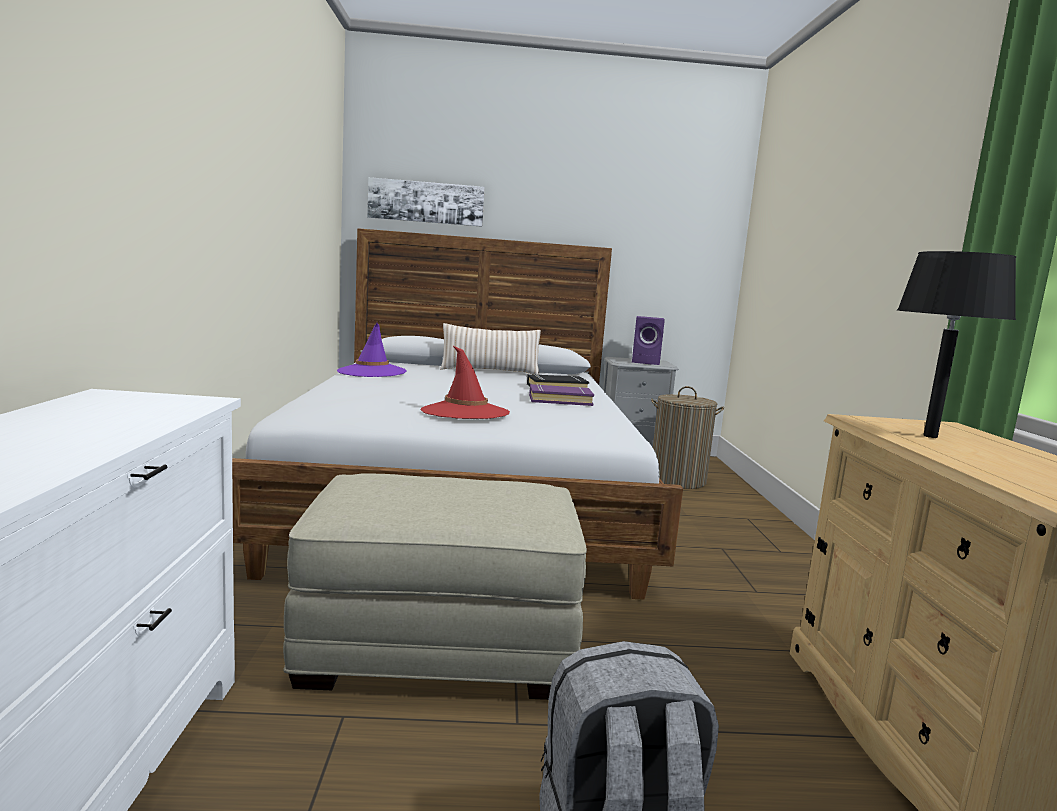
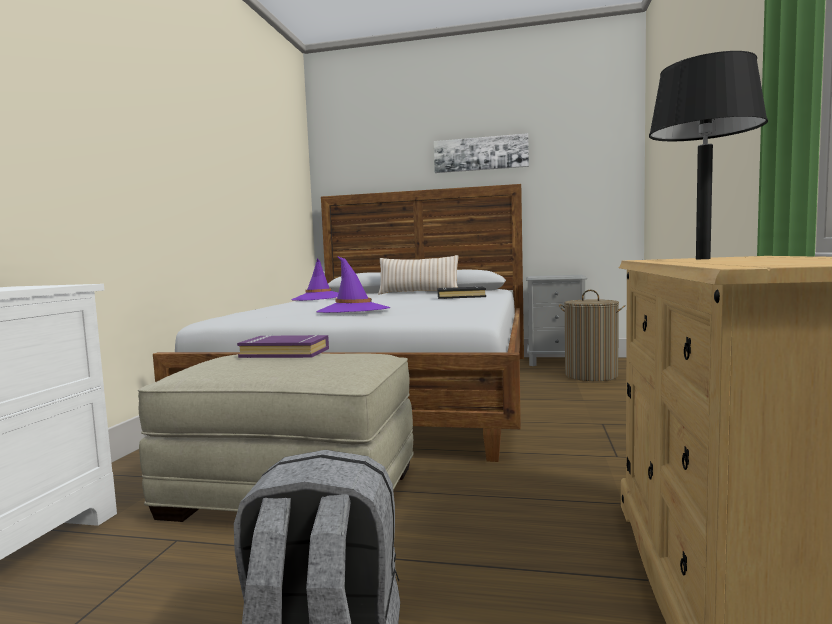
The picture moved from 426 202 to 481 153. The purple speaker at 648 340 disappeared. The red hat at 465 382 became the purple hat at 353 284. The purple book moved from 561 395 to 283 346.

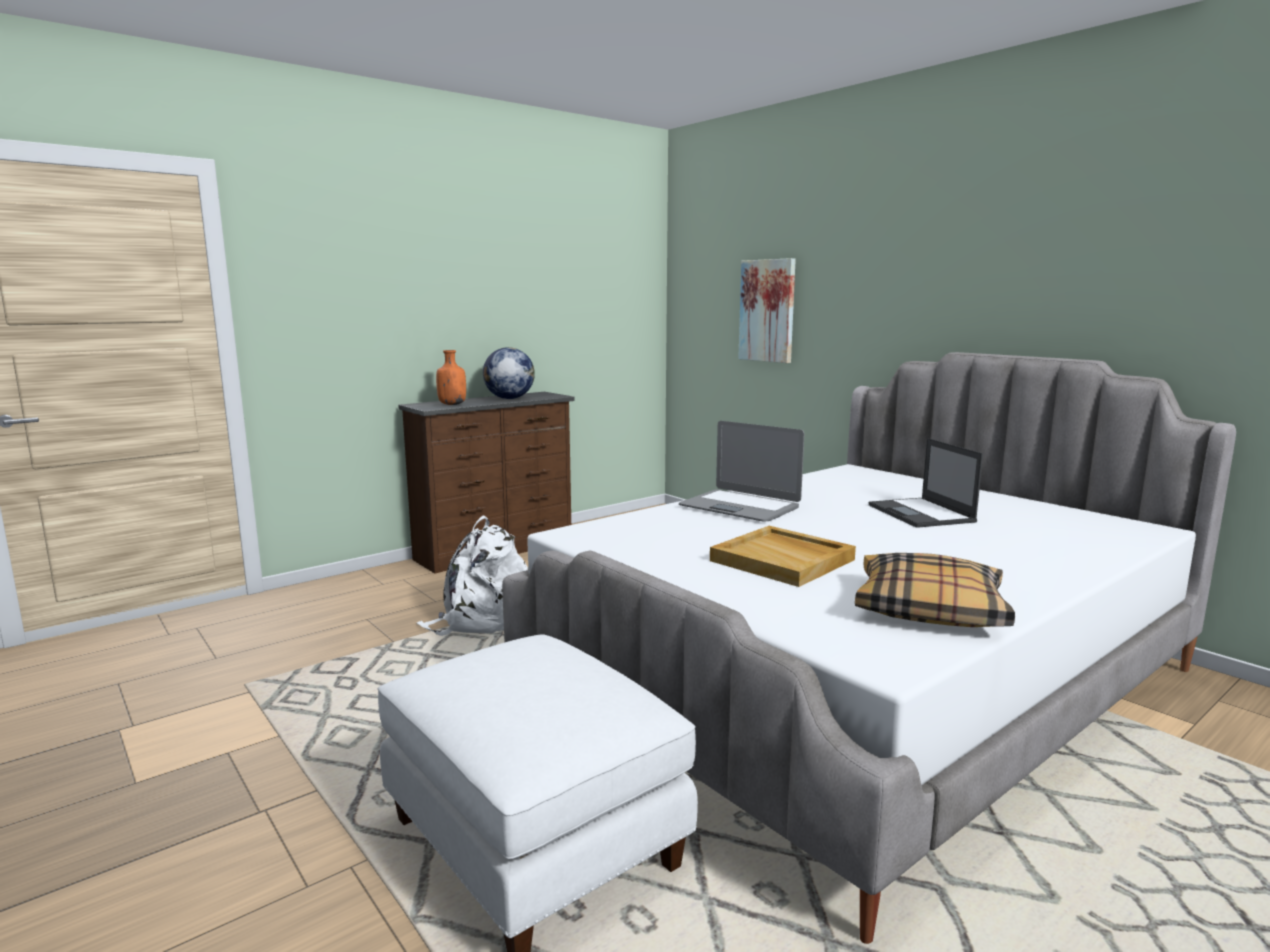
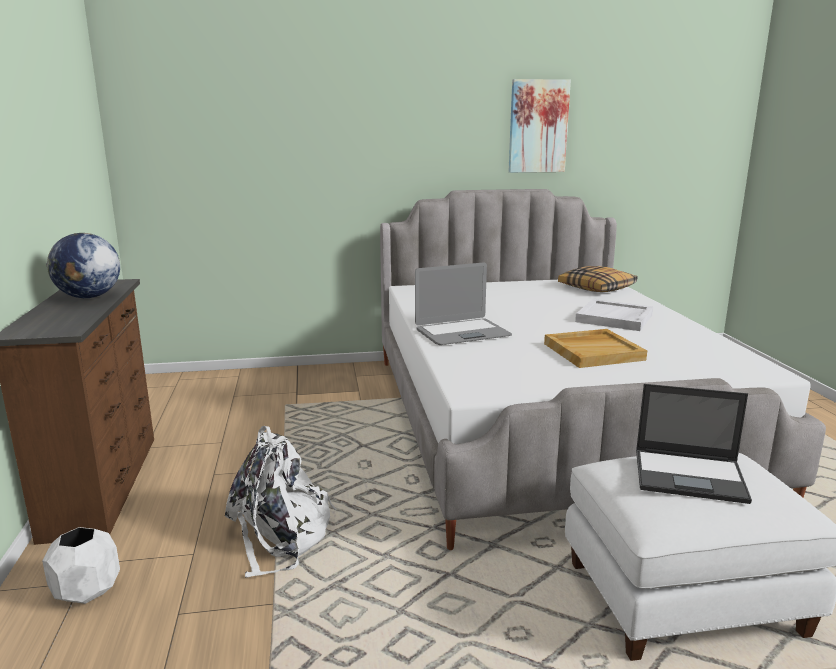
The picture moved from 767 310 to 539 126. The orange bottle at 451 377 disappeared. The laptop moved from 926 483 to 694 444. The pillow moved from 935 590 to 597 279. The white tray at 614 315 appeared. The white planter at 81 565 appeared.

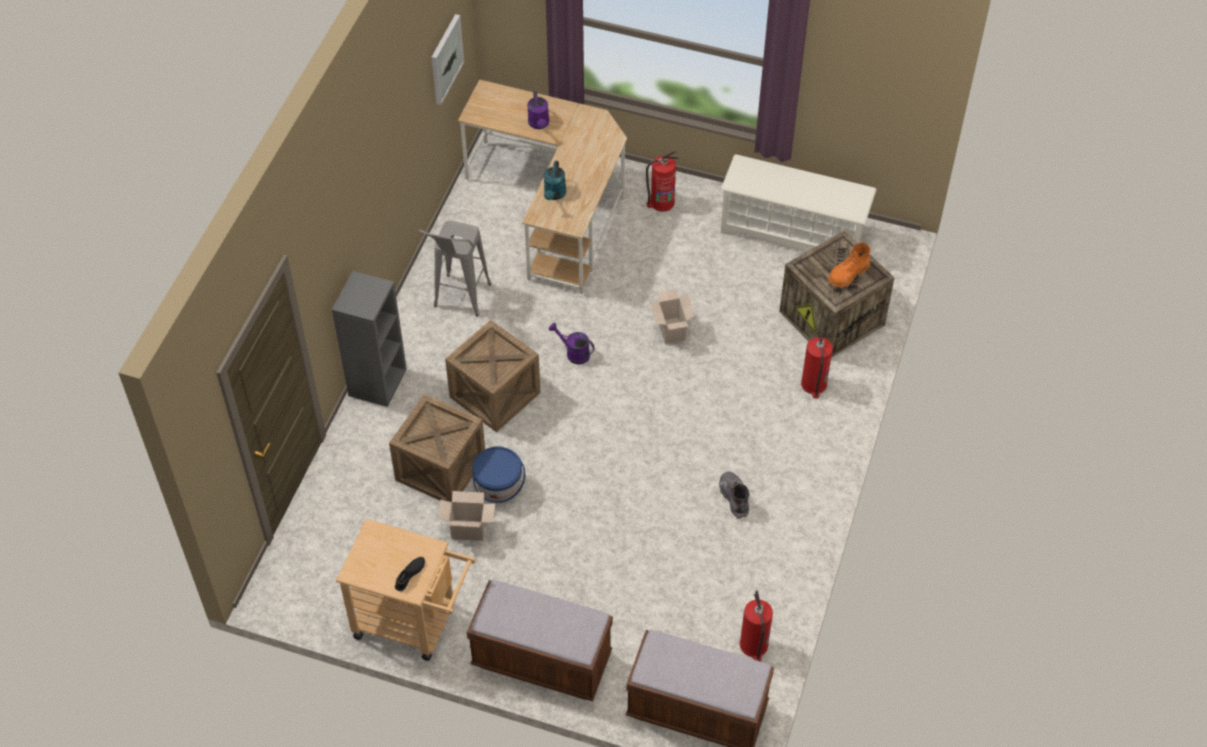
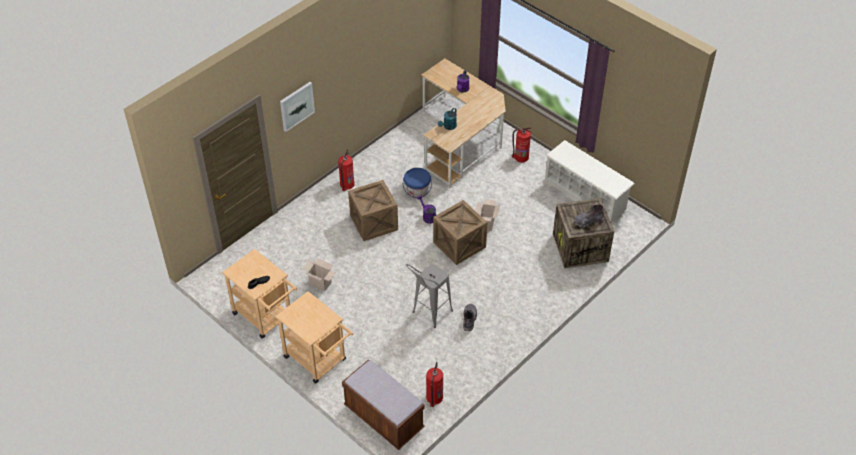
The picture moved from 448 59 to 297 107. The grey stool moved from 455 268 to 429 296. The orange boot at 849 266 became the grey boot at 589 215. The grey bookcase at 369 339 disappeared. The fire extinguisher moved from 817 362 to 346 170. The crate moved from 437 448 to 460 232. The blue bucket moved from 498 475 to 417 183. The brown bench at 540 640 was replaced by the beige cart at 314 337.

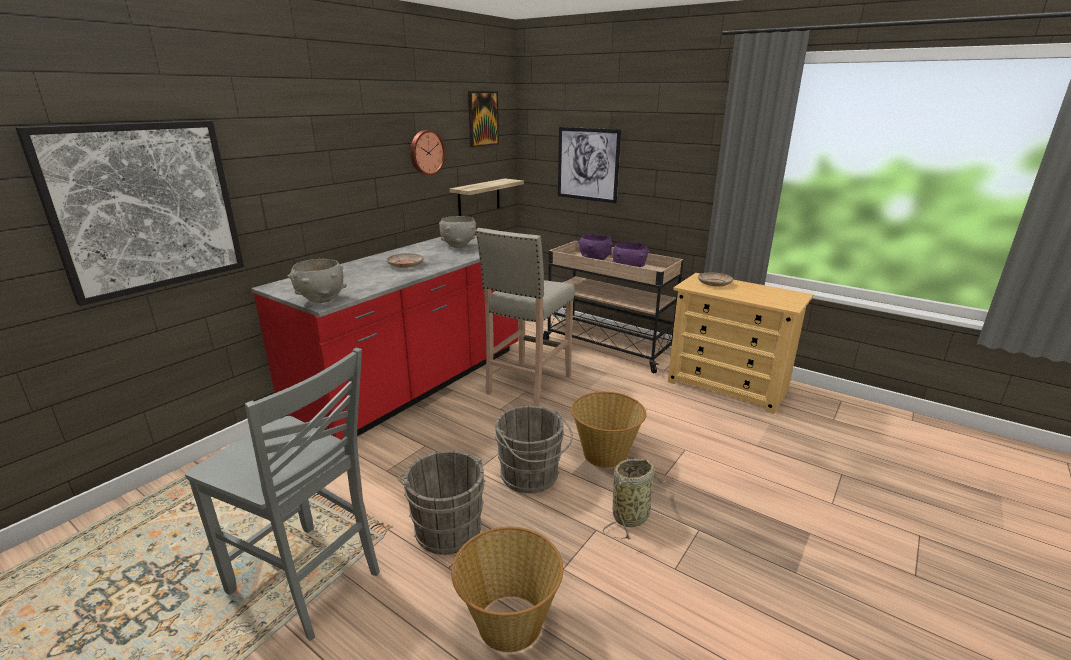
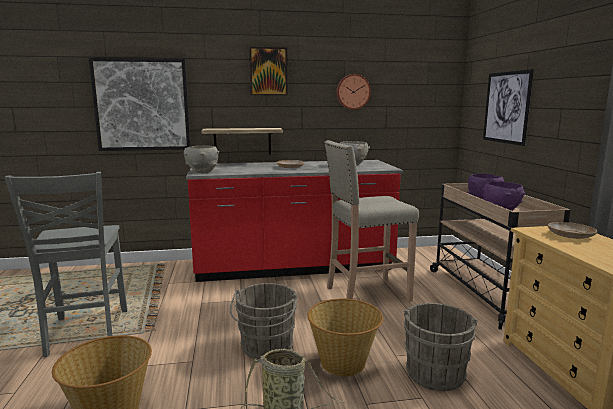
The picture moved from 483 119 to 268 71. The shelf moved from 487 197 to 242 141. The grey bucket moved from 441 503 to 441 347.

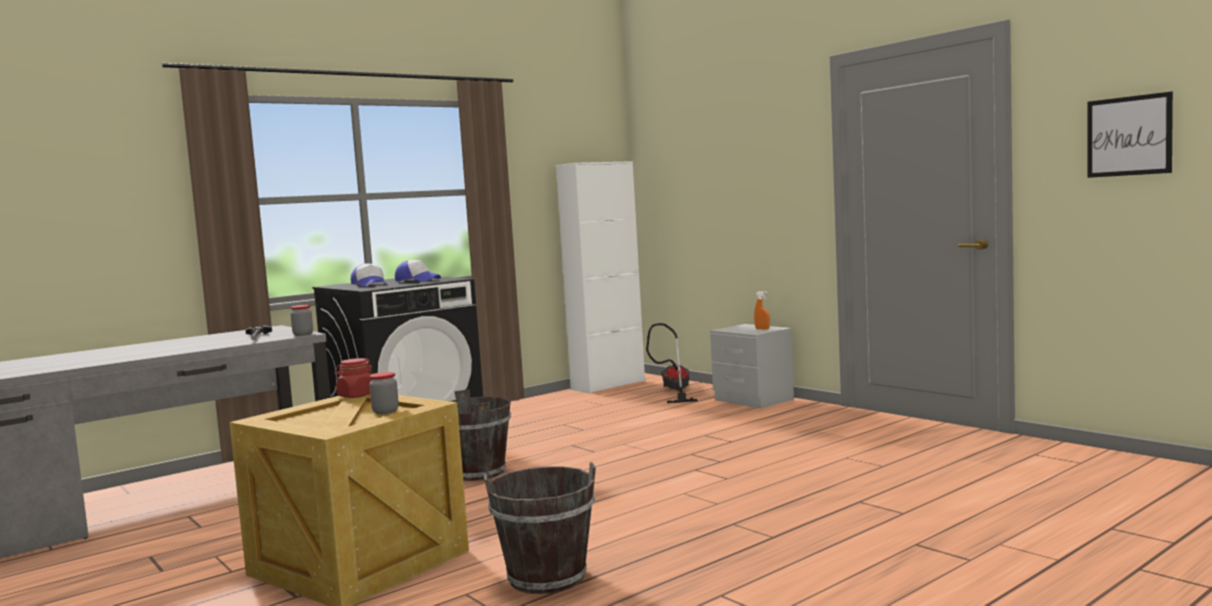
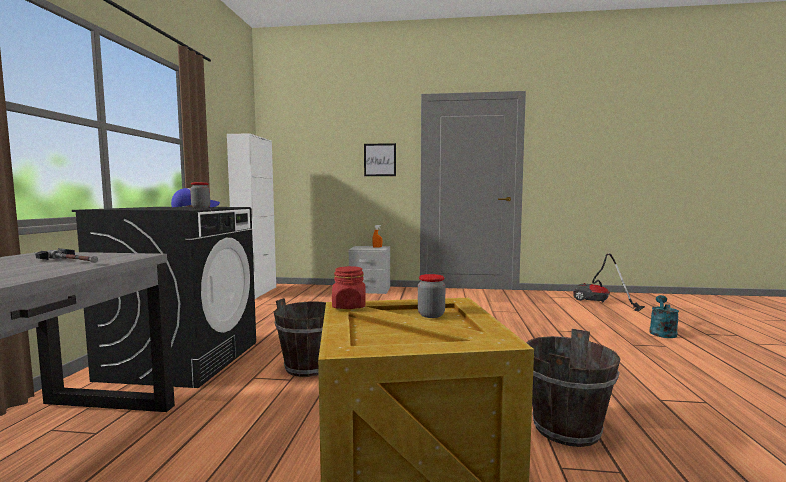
The picture moved from 1130 135 to 380 159. The cap at 368 274 disappeared. The jar moved from 301 320 to 200 195. The vacuum cleaner moved from 672 363 to 609 282. The turquoise watering can at 664 316 appeared.

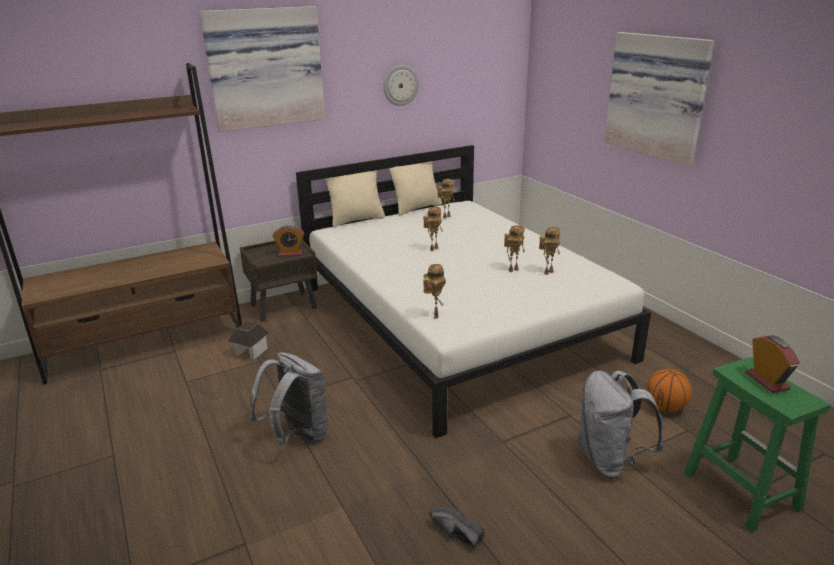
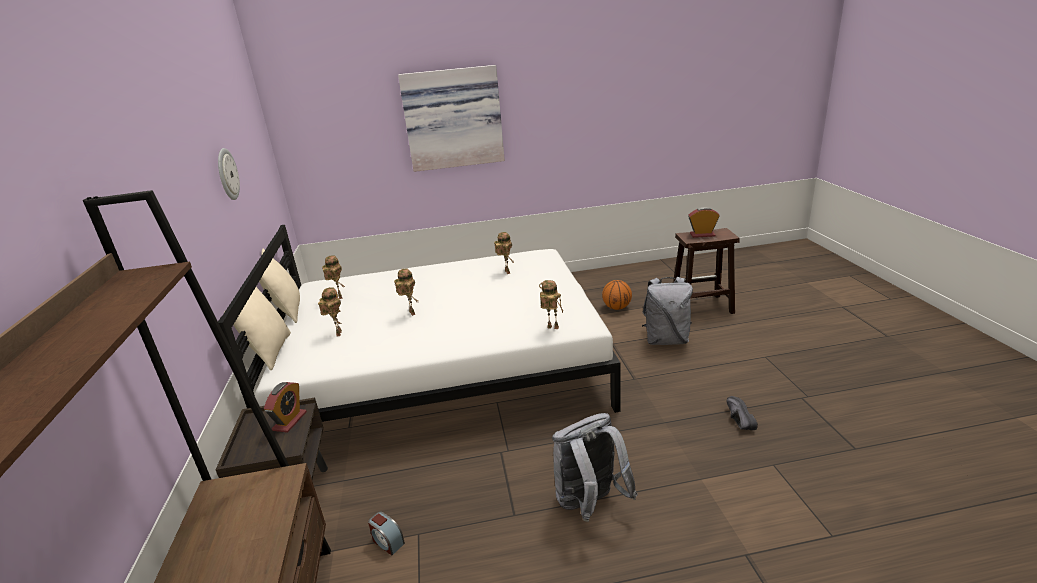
The picture at 262 69 disappeared. The toy robot moved from 514 248 to 330 312. The toy house at 248 340 was replaced by the alarm clock at 386 533. The green stool at 757 444 became the brown stool at 706 271. The black shoe at 457 527 turned 120 degrees clockwise.

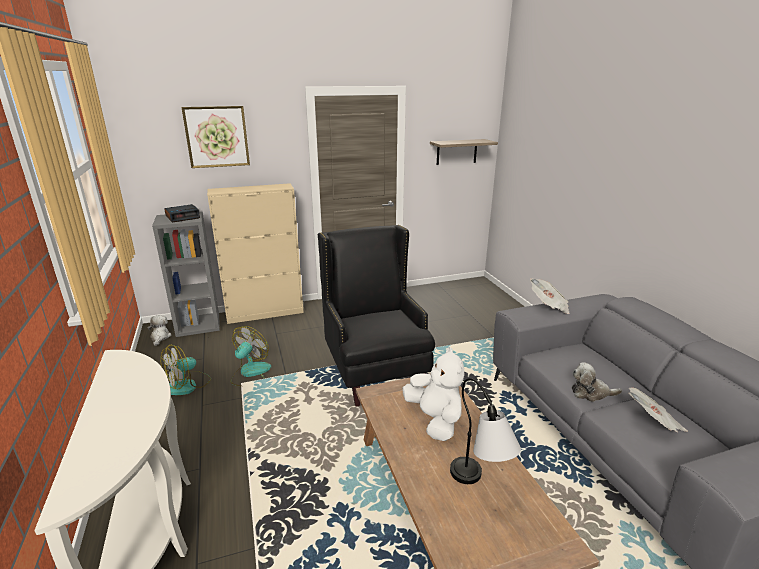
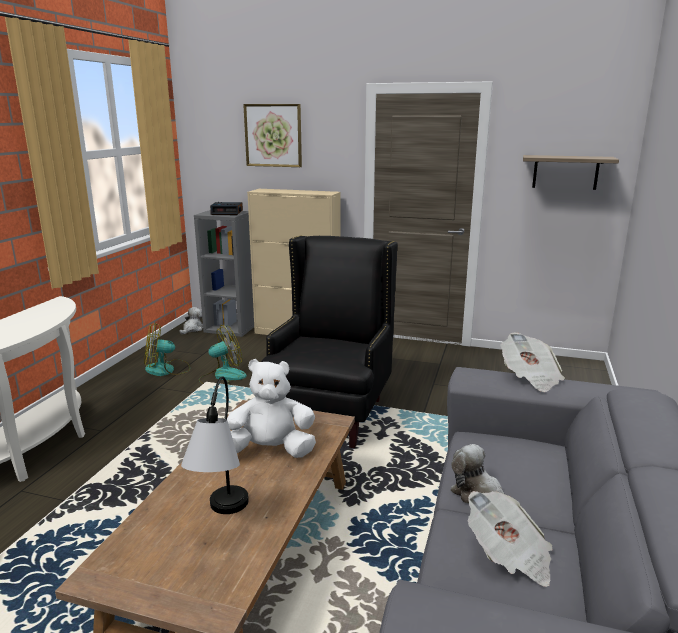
The white plush toy at 433 394 turned 105 degrees counterclockwise.

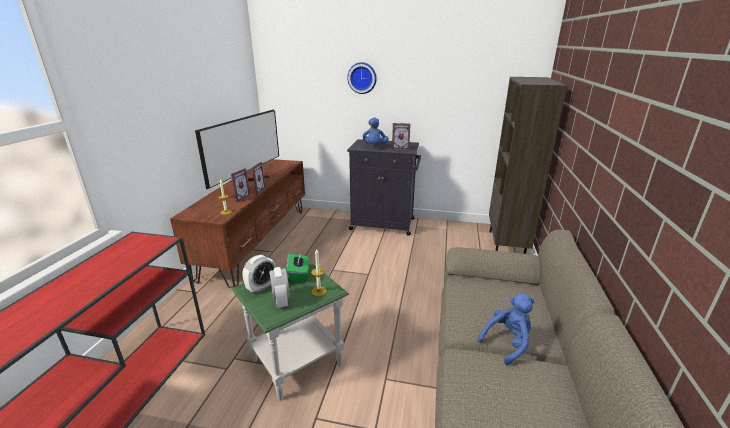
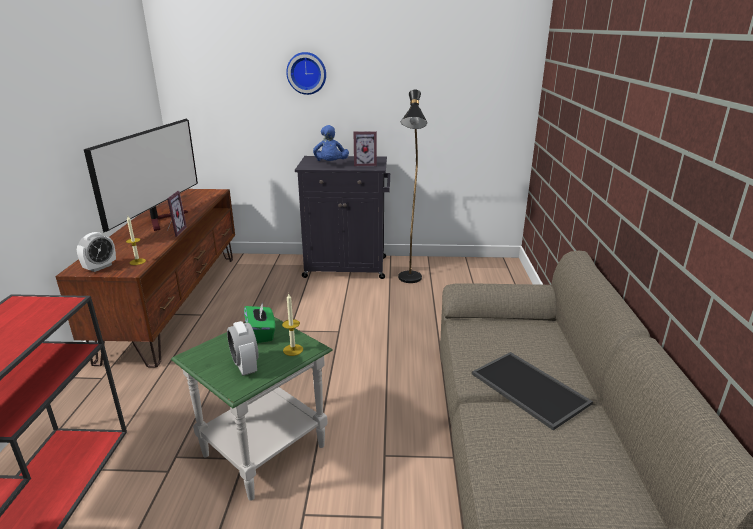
The brown bookcase at 528 165 disappeared. The picture frame at 241 185 disappeared. The alarm clock moved from 259 274 to 96 252. The blue plush toy at 505 329 was replaced by the tray at 532 391. The black floor lamp at 412 186 appeared.

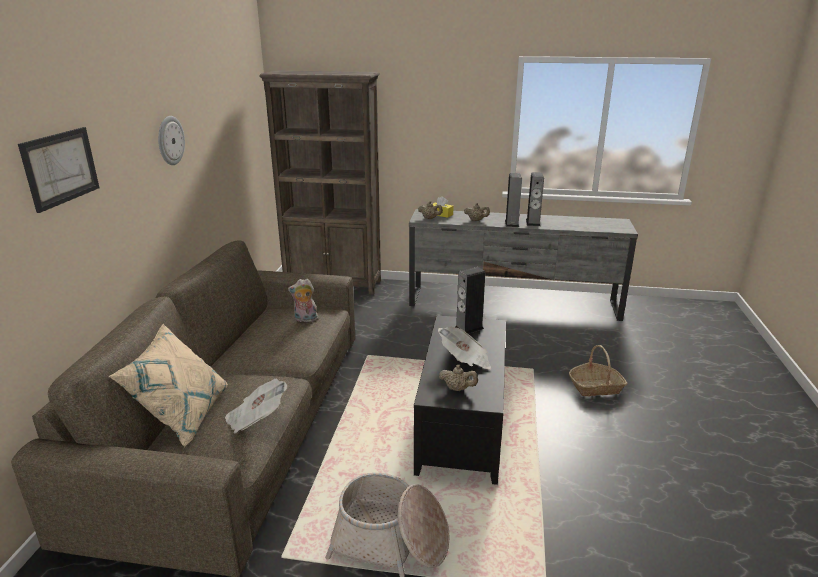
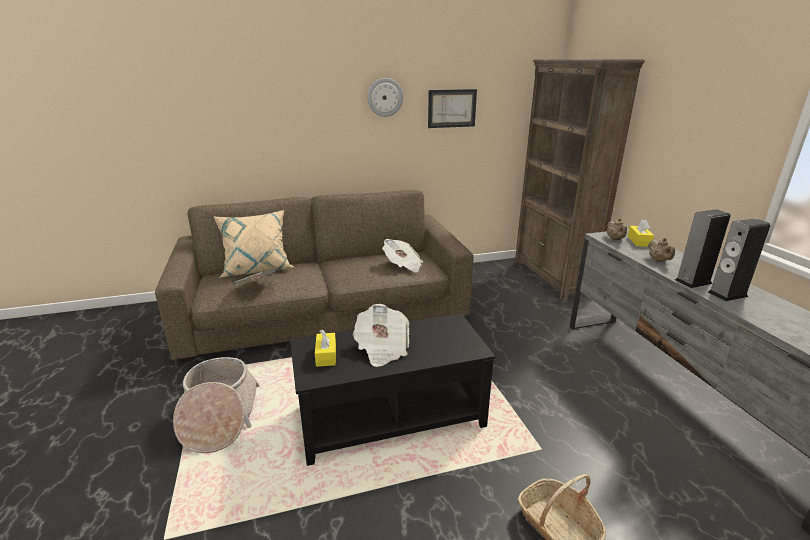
The picture moved from 58 170 to 452 108. The speaker at 470 300 disappeared. The plush toy at 304 300 was replaced by the newspaper at 402 255. The beige teapot at 458 378 was replaced by the yellow tissue box at 325 348.

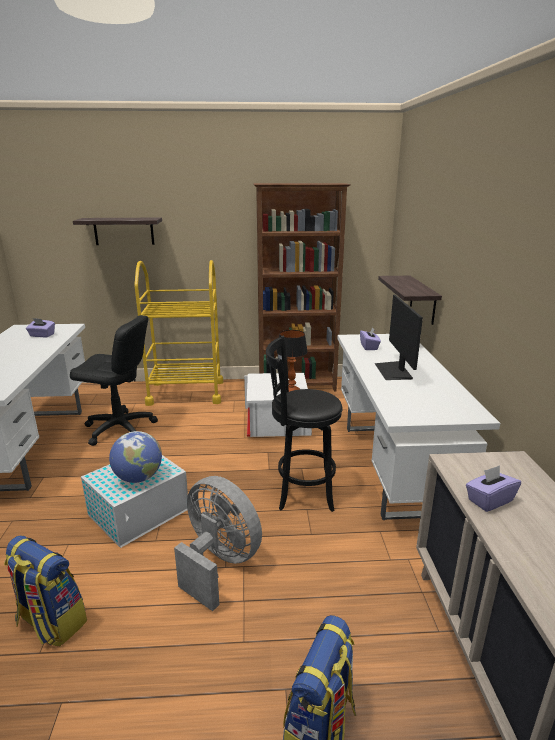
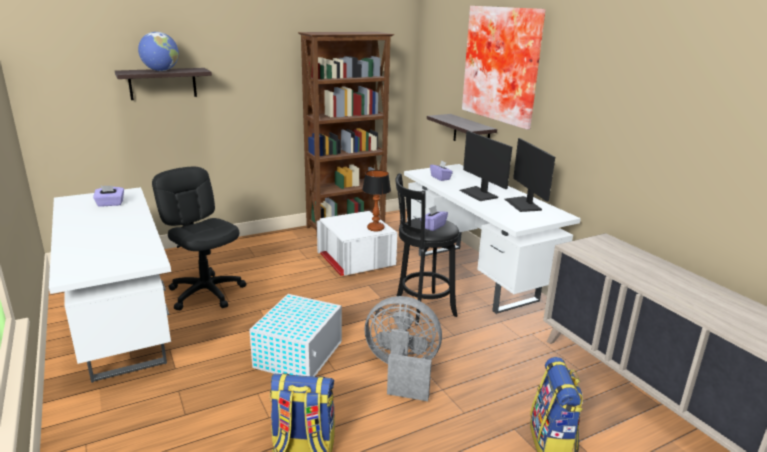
The yellow cart at 178 333 disappeared. The black office chair at 114 380 turned 120 degrees counterclockwise. The globe moved from 135 457 to 158 51. The purple tissue box moved from 493 488 to 434 218. The picture at 504 68 appeared. The monitor at 530 175 appeared.

